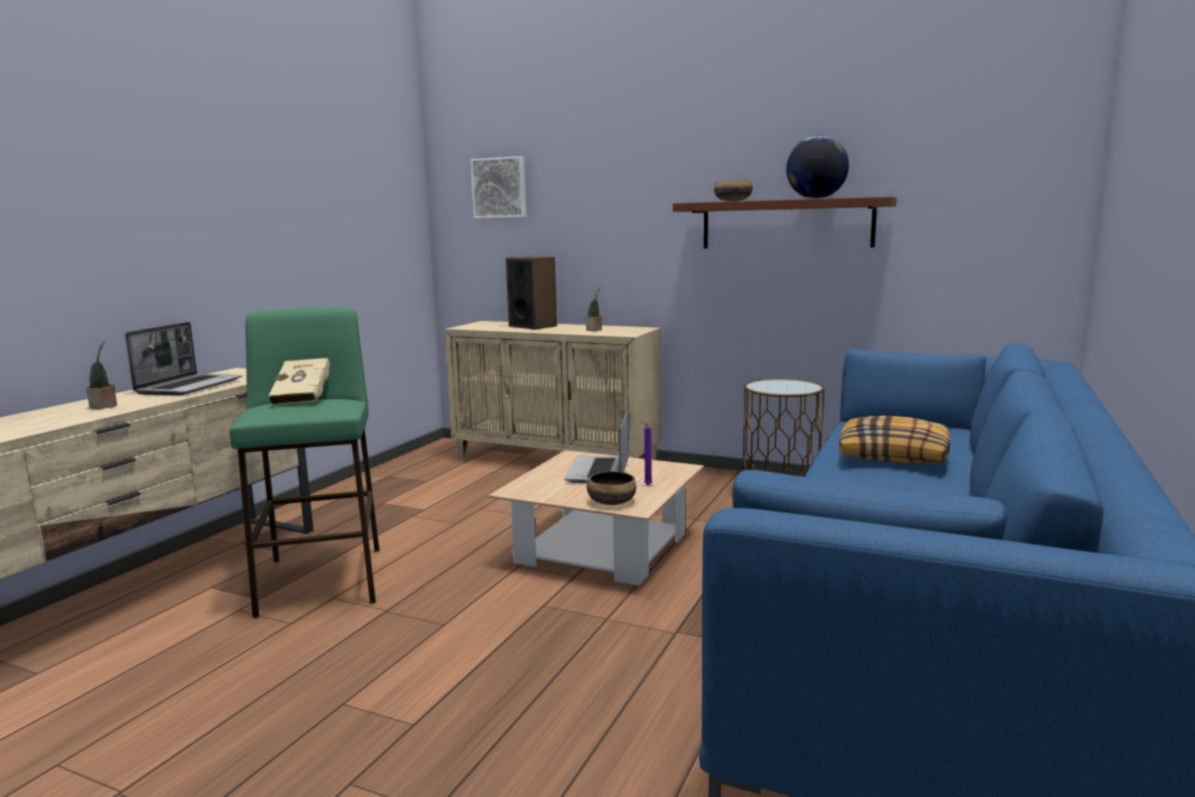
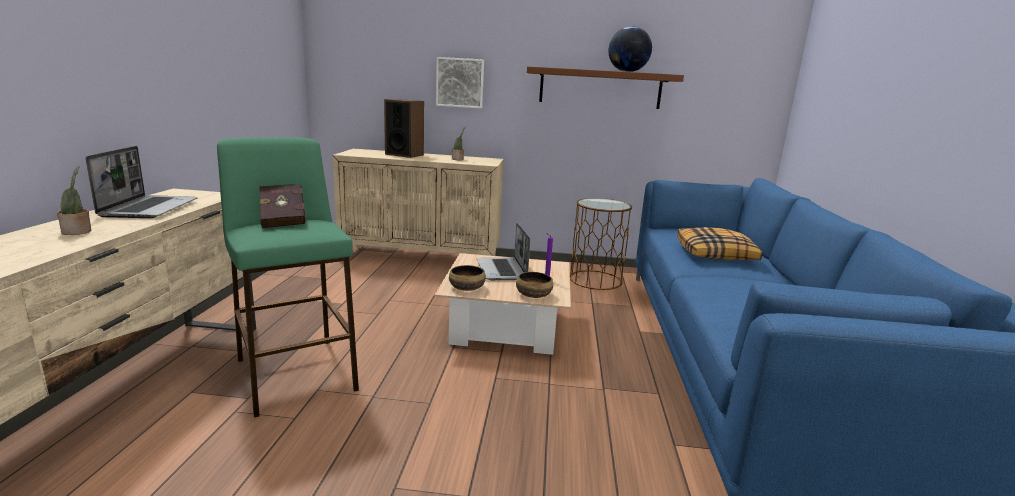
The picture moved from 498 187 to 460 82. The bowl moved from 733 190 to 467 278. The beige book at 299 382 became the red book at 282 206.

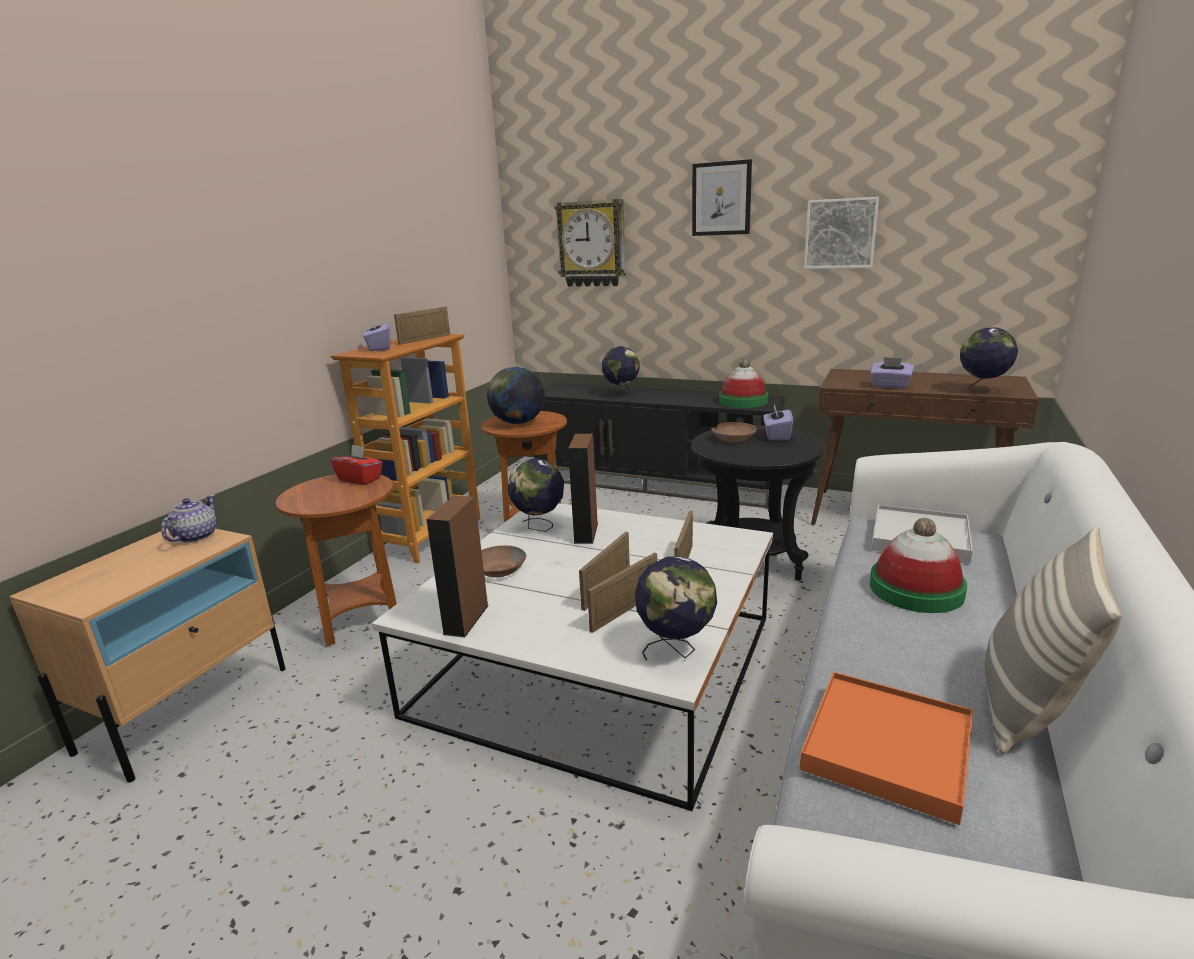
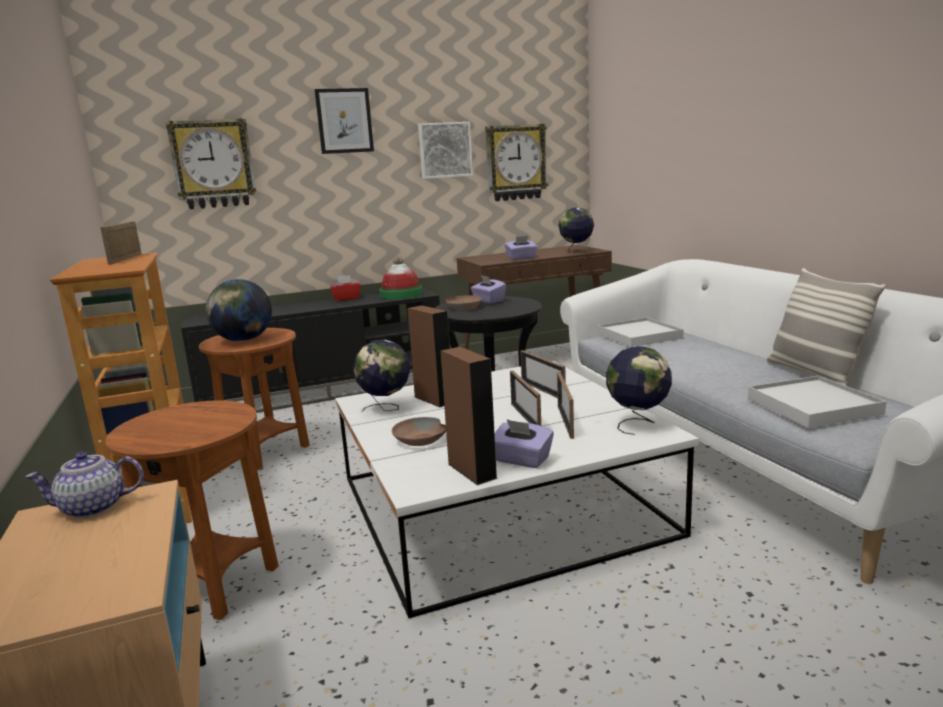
The purple tissue box moved from 376 334 to 524 443. The globe at 621 372 disappeared. The red tissue box moved from 357 464 to 345 288. The teapot at 189 519 turned 75 degrees counterclockwise. The hat at 918 565 disappeared. The orange tray at 886 748 became the white tray at 817 402. The wall clock at 516 162 appeared.

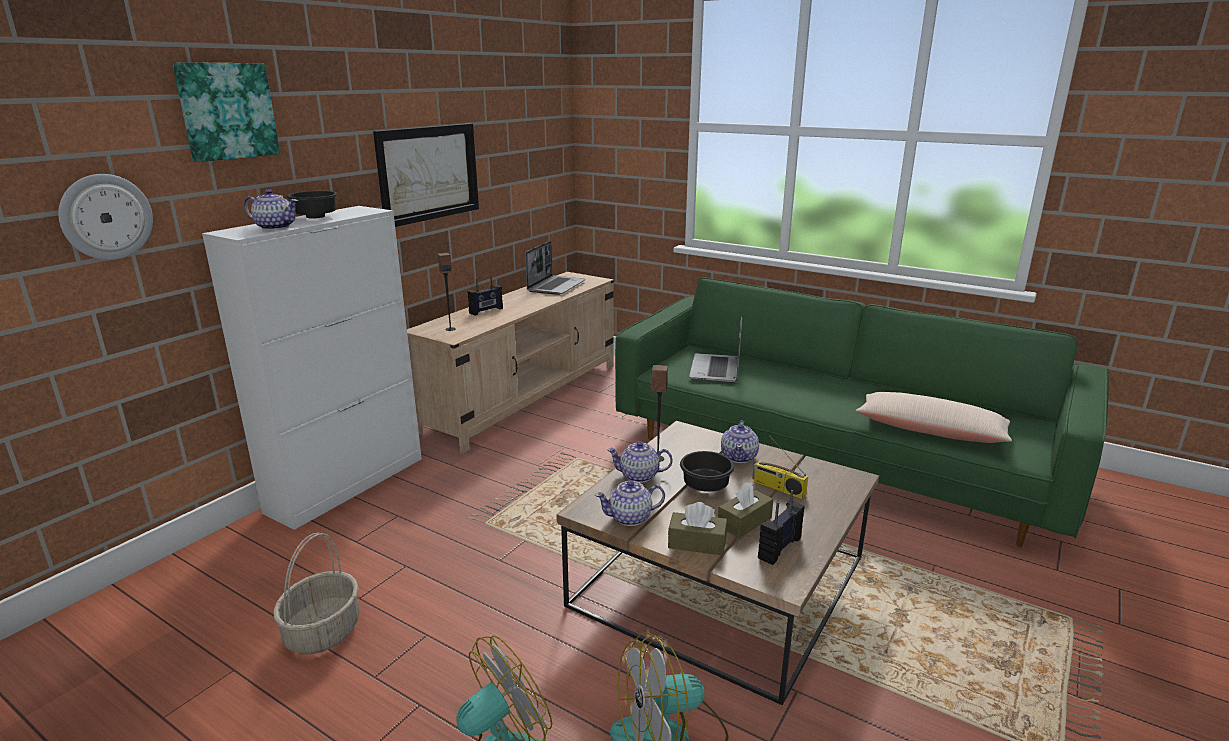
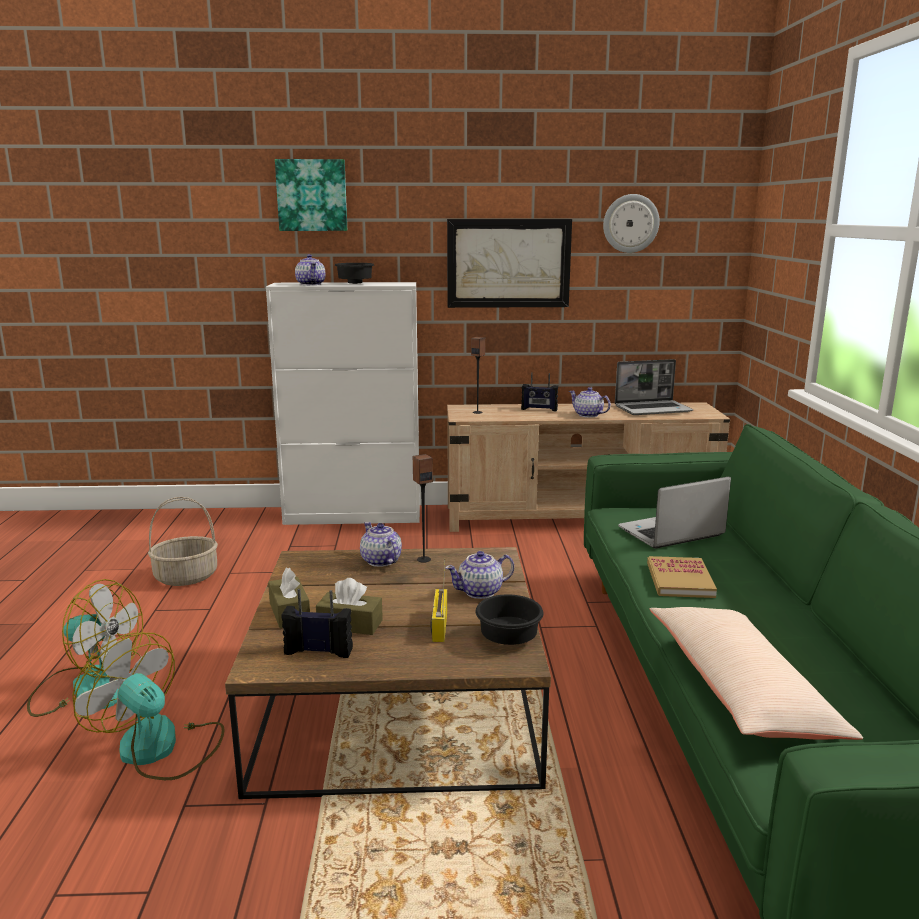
The wall clock moved from 105 217 to 631 223. The black bowl moved from 707 471 to 509 619. The teapot moved from 630 503 to 590 402. The book at 682 577 appeared.

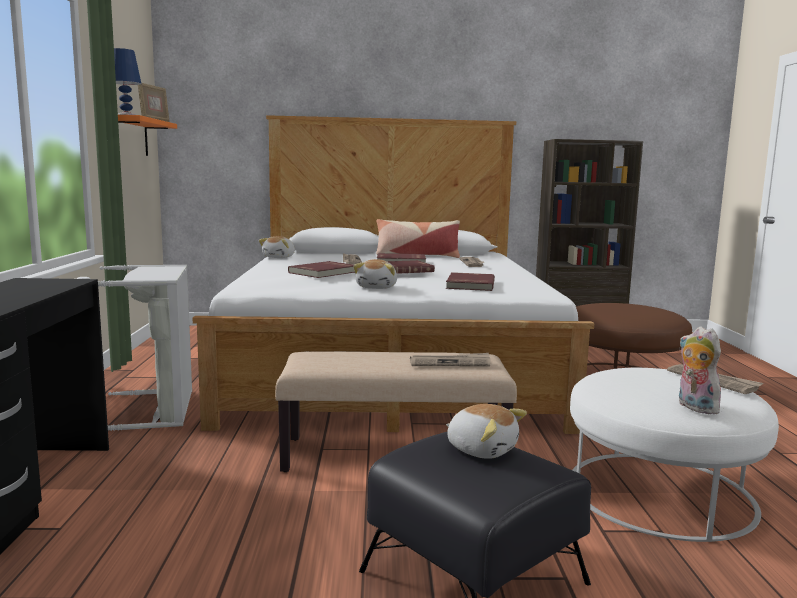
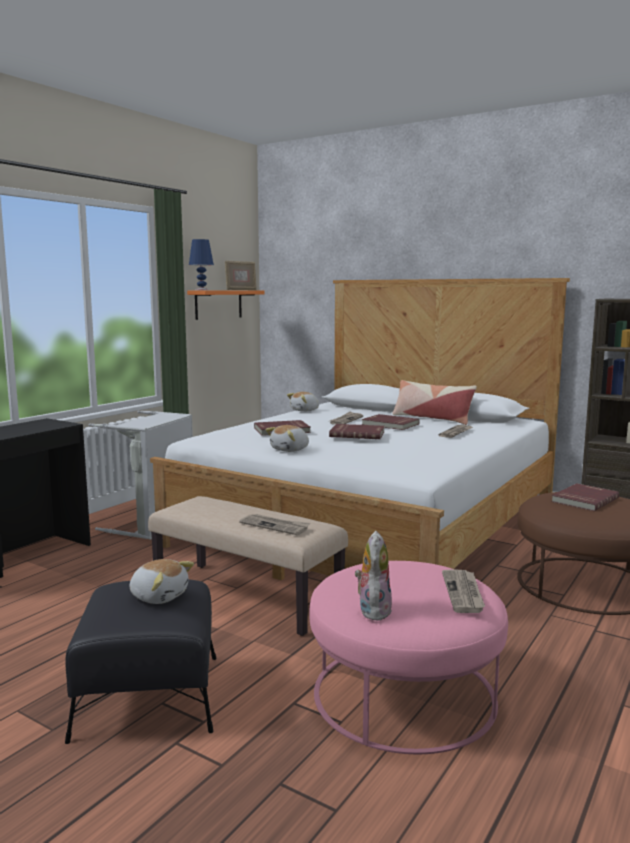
The red book moved from 470 281 to 585 497. The white ottoman at 674 455 became the pink ottoman at 408 657. The plush toy at 486 431 turned 45 degrees counterclockwise.

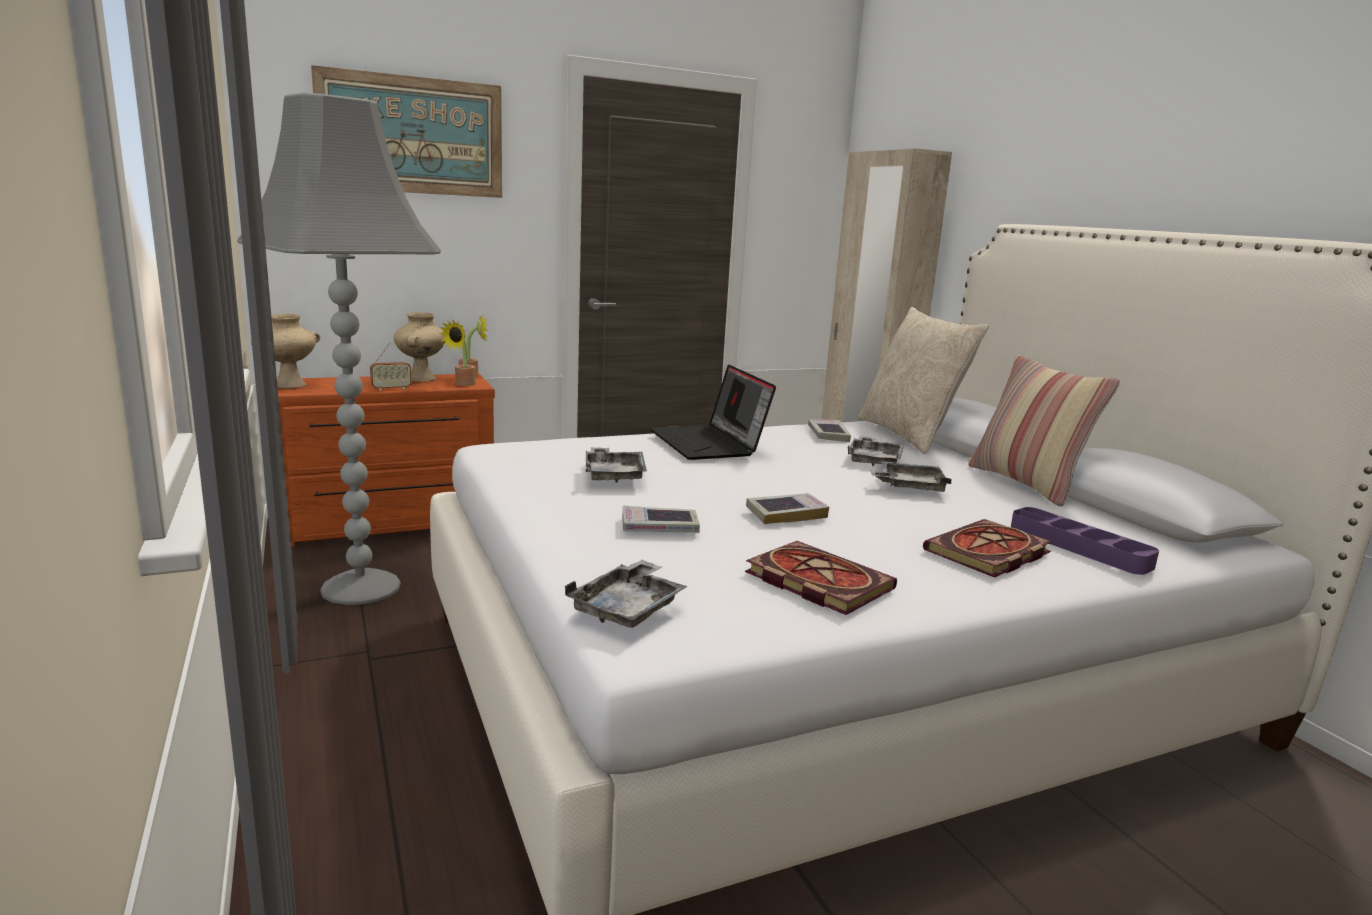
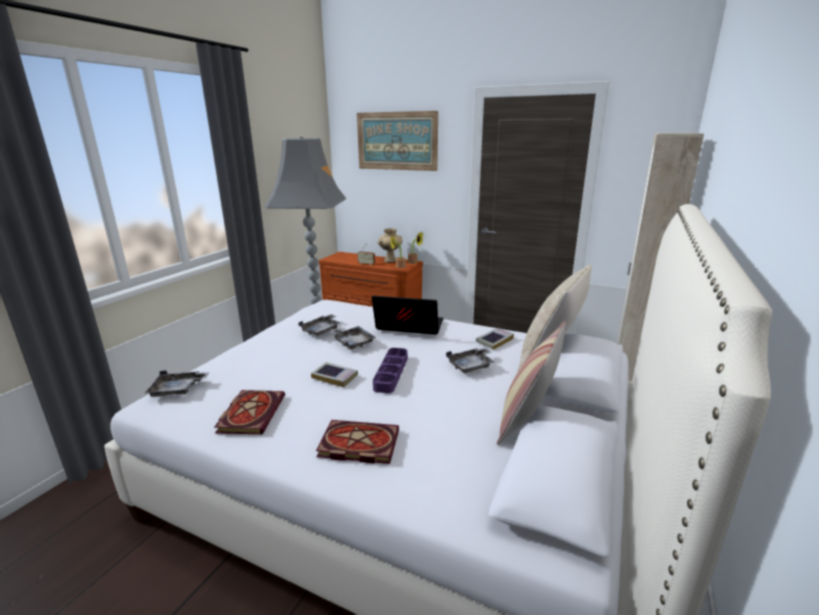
The beige vase at 285 351 disappeared. The laptop at 713 412 turned 75 degrees clockwise. The grey tray moved from 910 476 to 353 338. The book at 661 519 disappeared. The purple tray moved from 1085 541 to 390 370.

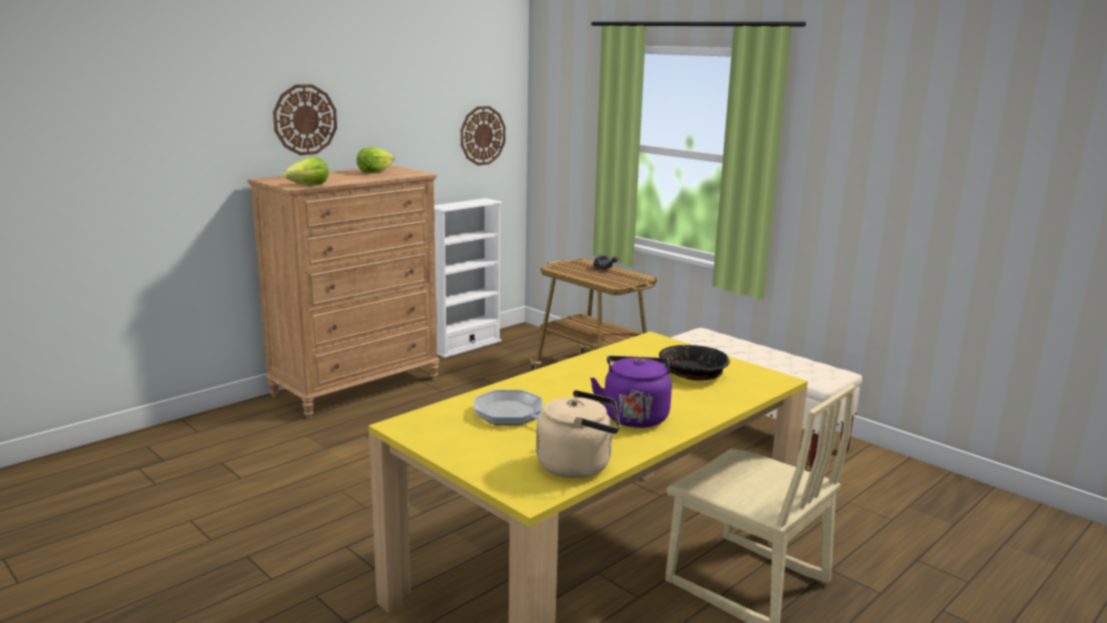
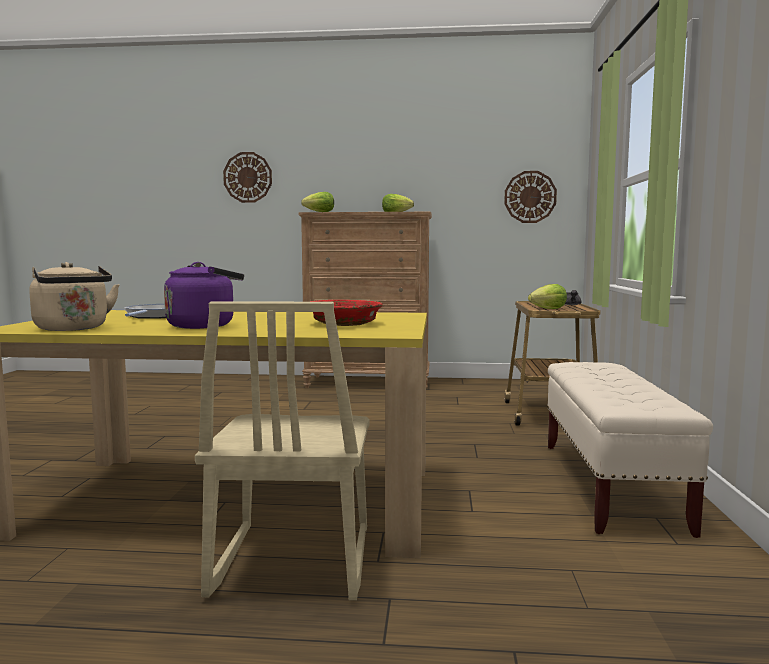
The wall clock moved from 305 119 to 247 177. The white bookcase at 468 278 disappeared. The black bowl at 694 363 became the red bowl at 346 313. The lettuce at 547 296 appeared.

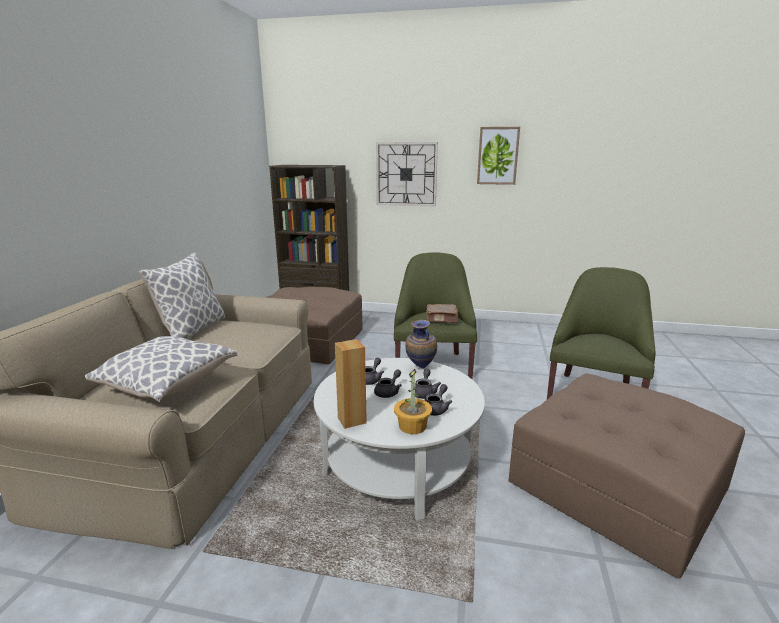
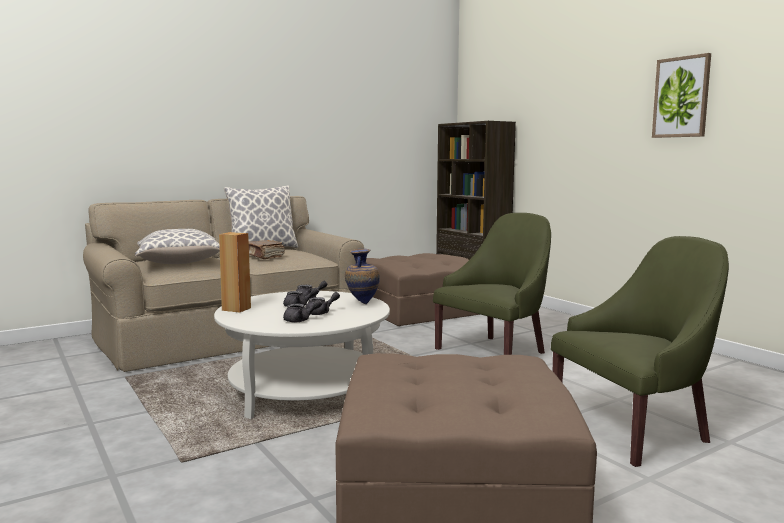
The wall clock at 407 174 disappeared. The brown book moved from 442 313 to 267 249. The potted plant at 413 401 disappeared.

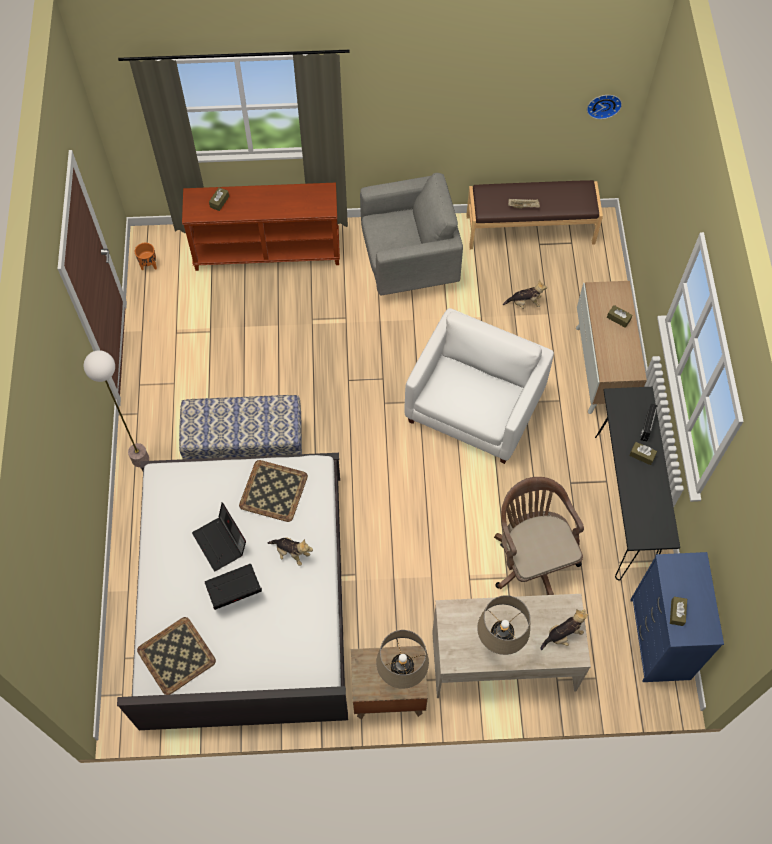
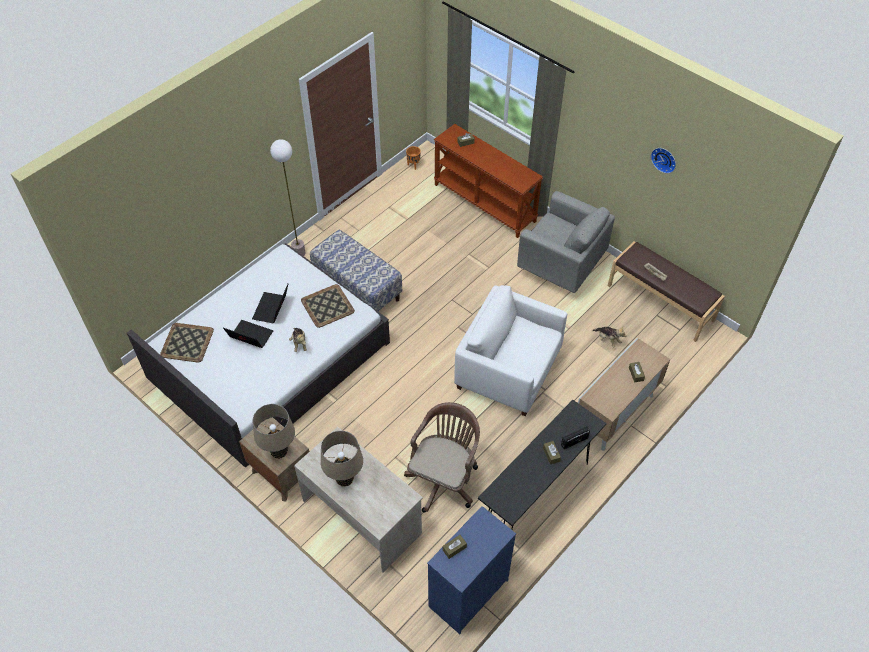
The wall clock moved from 604 107 to 663 160. The white armchair at 479 386 turned 135 degrees counterclockwise. The plush toy at 564 629 disappeared.

